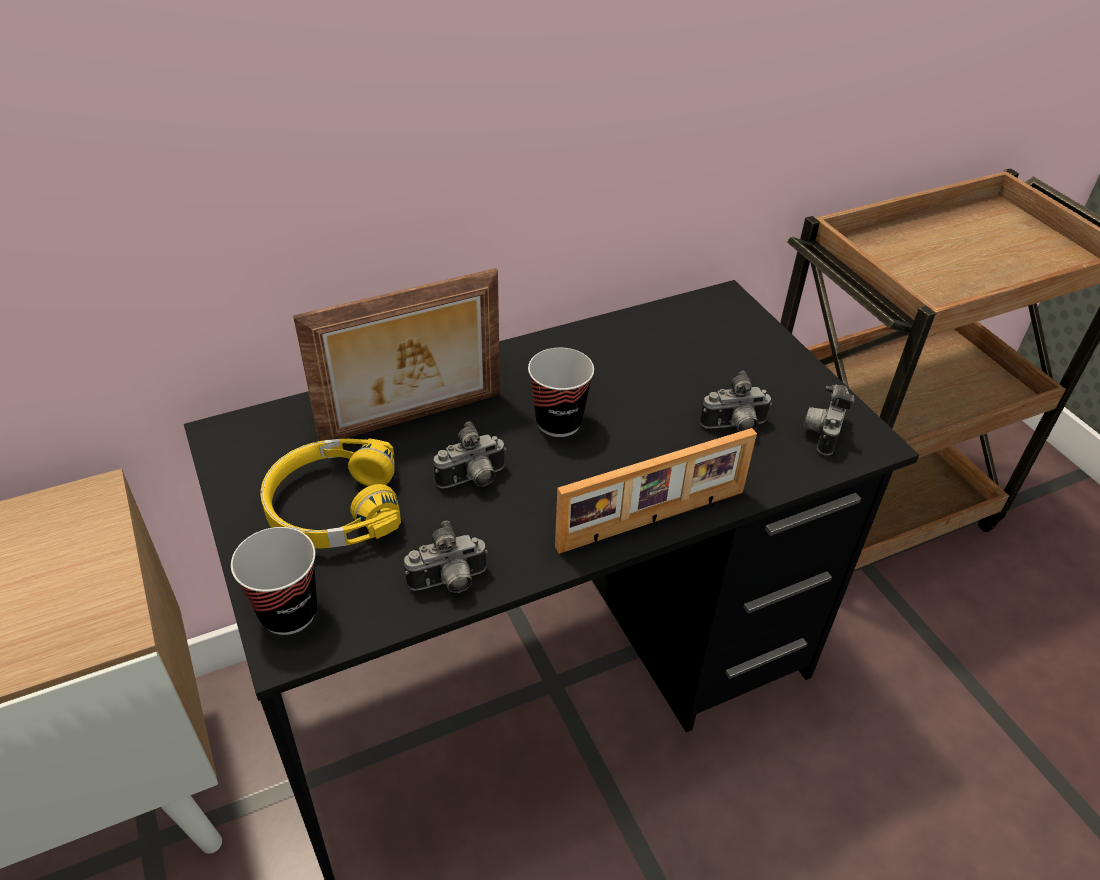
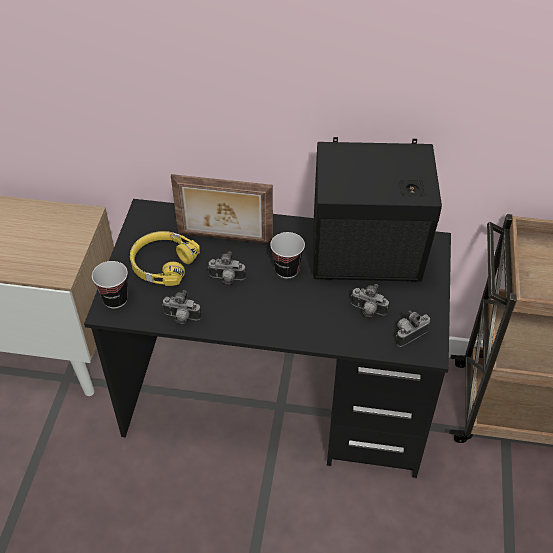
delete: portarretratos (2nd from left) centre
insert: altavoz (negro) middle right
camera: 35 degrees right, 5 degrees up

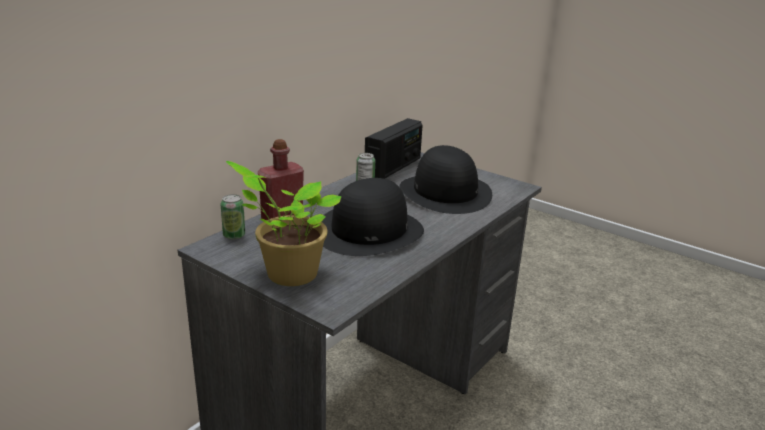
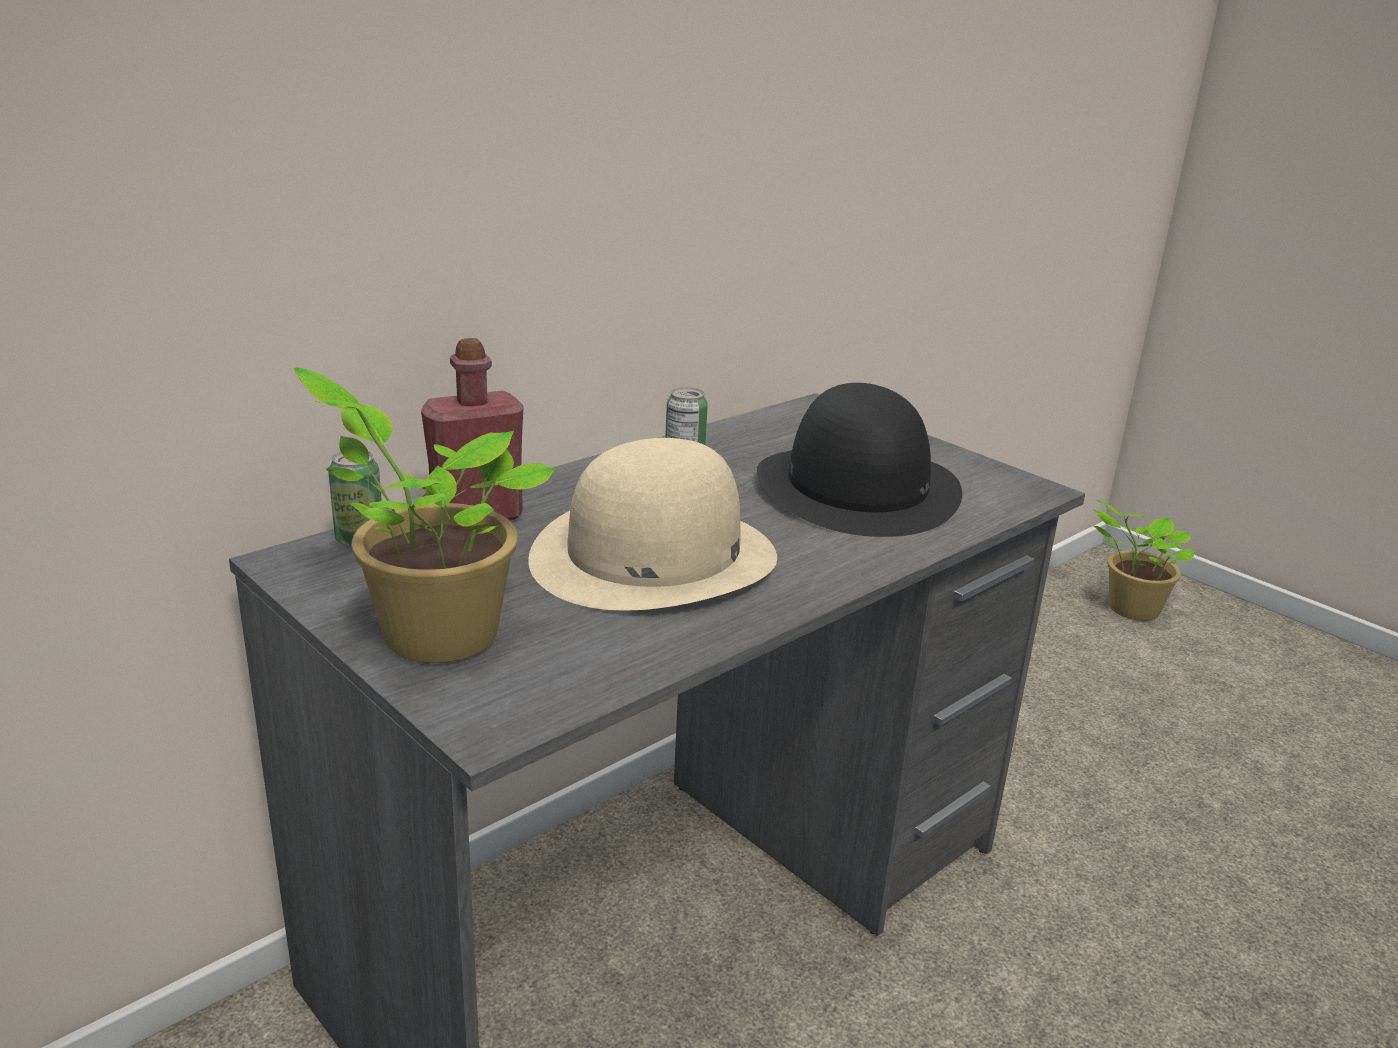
delete: radio centre
insert: planta en maceta (2nd from left) middle right
recolor: sombrero (negro) (1st from left) centre to sombrero (beis) centre
camera: 10 degrees right, 0 degrees up

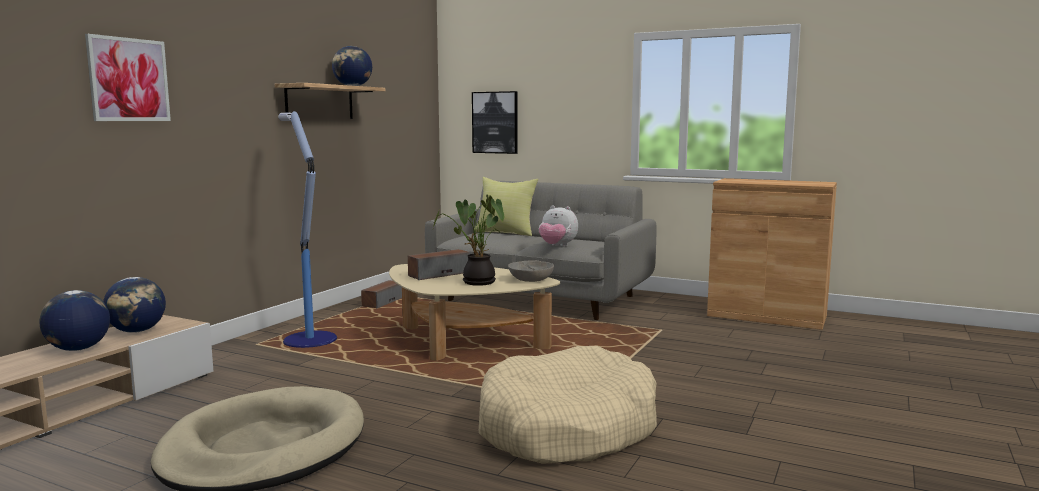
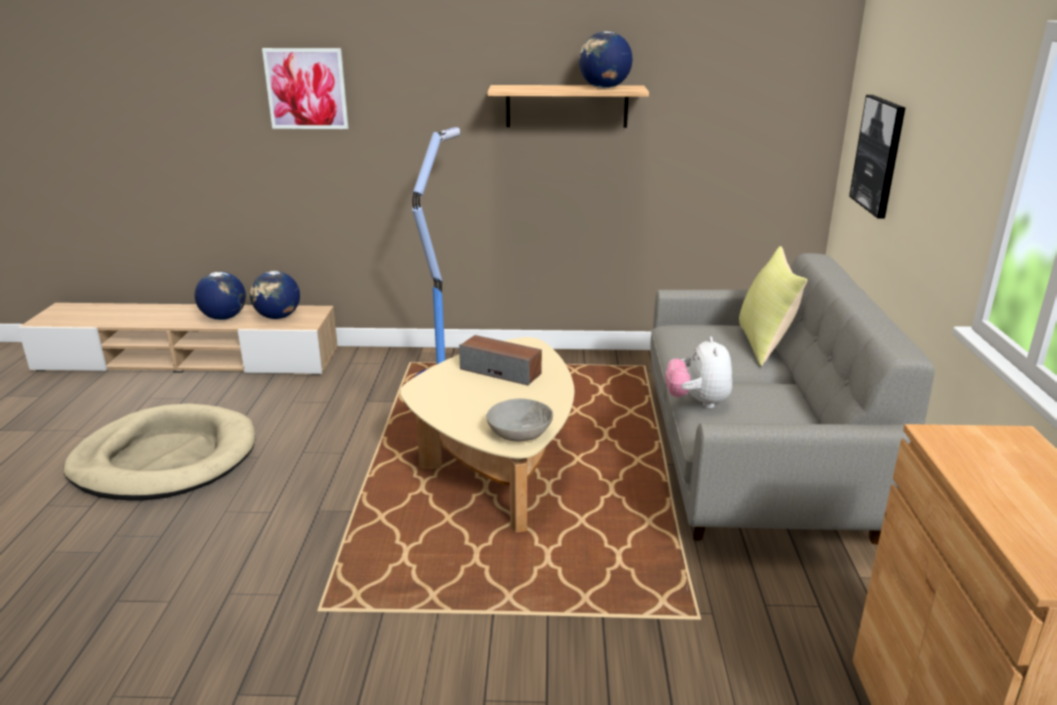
delete: altavoz (1st from left) centre; planta en maceta centre; cama para perro (beis) (2nd from left) bottom centre
camera: 65 degrees right, 15 degrees up

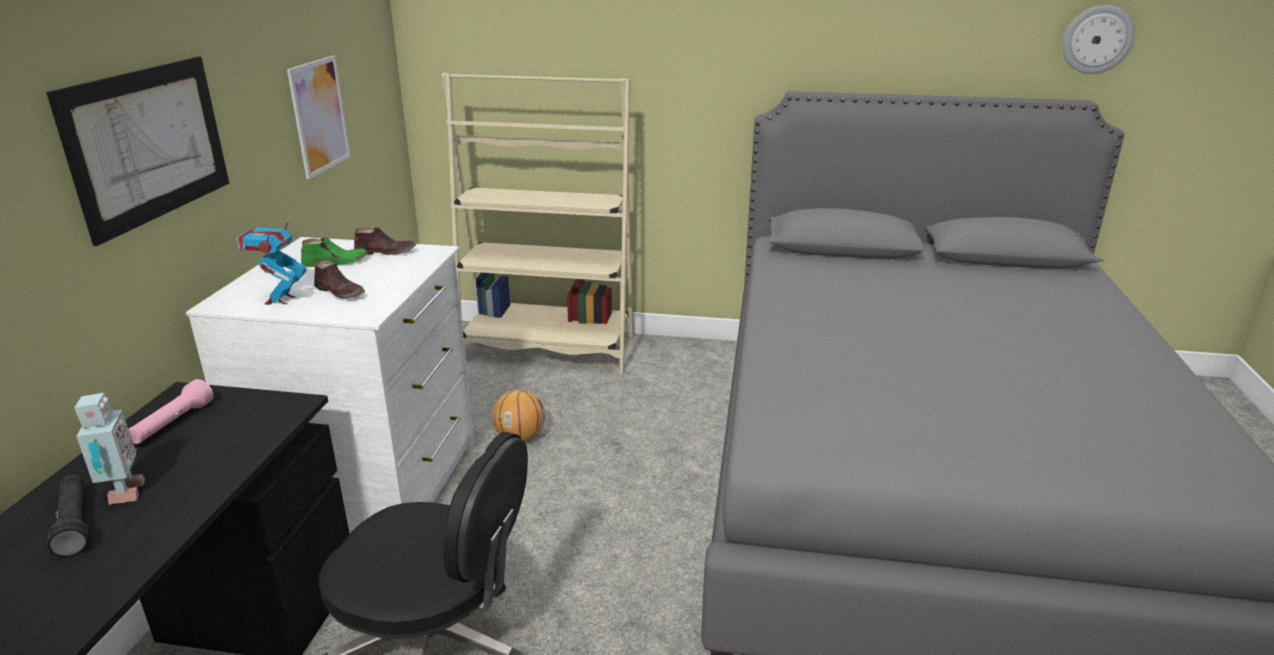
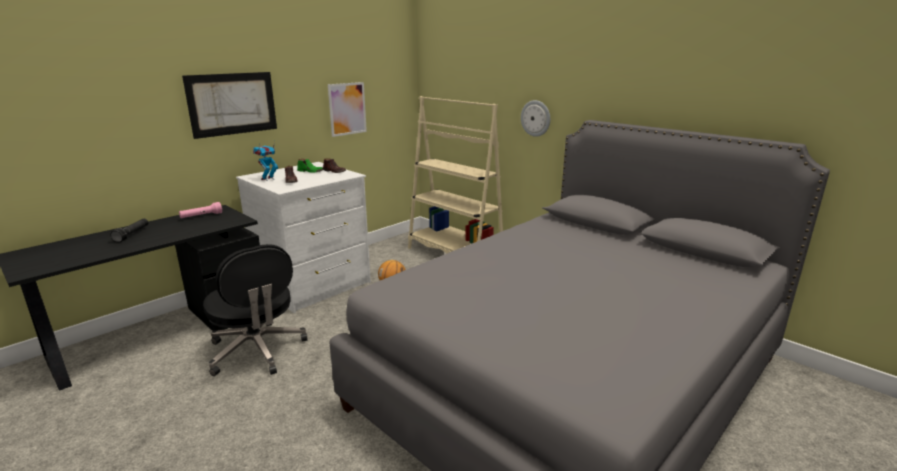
delete: robot de juguete (1st from left) bottom left
move: reloj de pared top right to top centre
camera: 35 degrees right, 5 degrees down

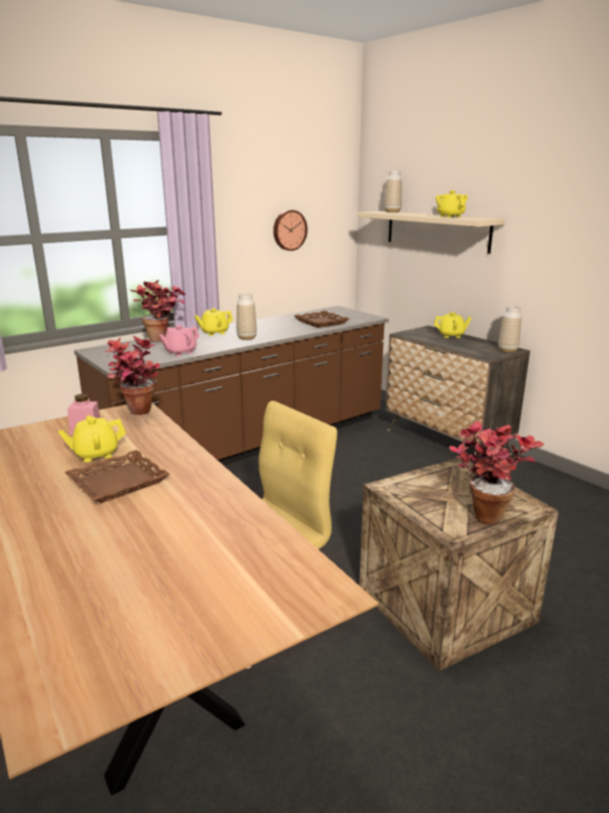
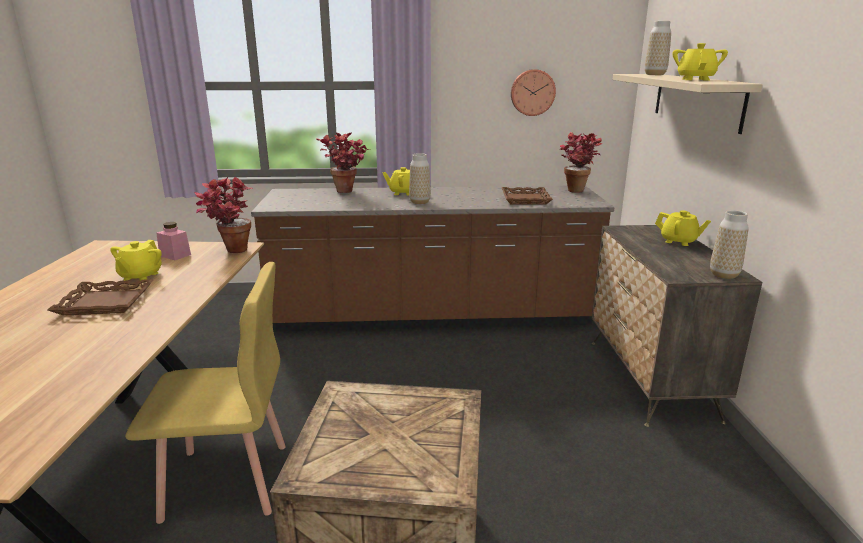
delete: tetera (rosa) middle left
move: planta en maceta (3rd from left) middle right to top right
rotate: tetera (amarillo) (1st from left) middle left = middle left 90 degrees counterclockwise
camera: 35 degrees right, 0 degrees up

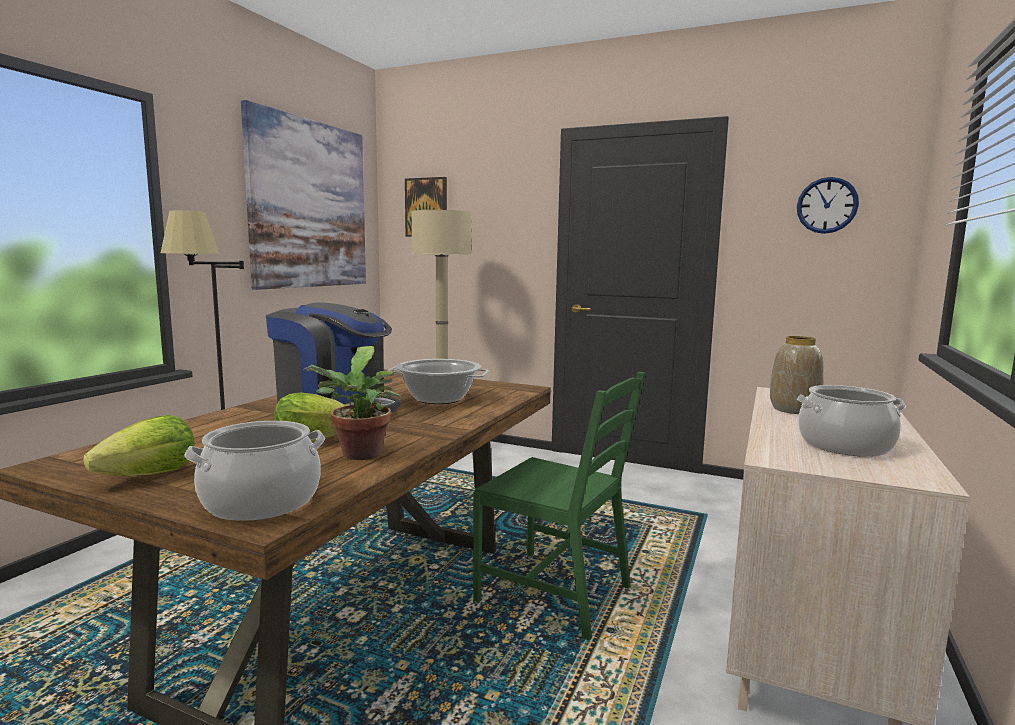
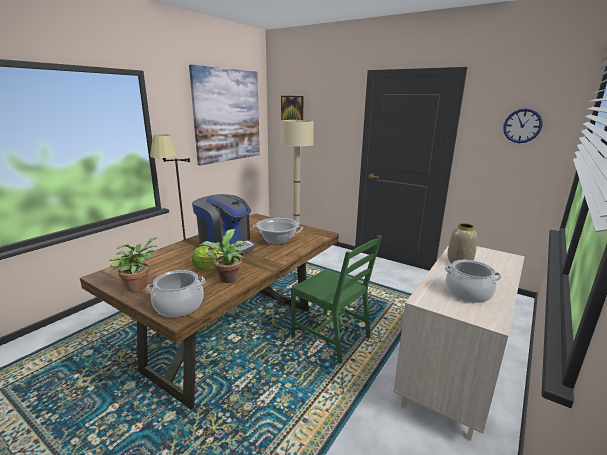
replace: lechuga (1st from left) middle left to planta en maceta (1st from left) middle left
camera: 10 degrees right, 10 degrees up

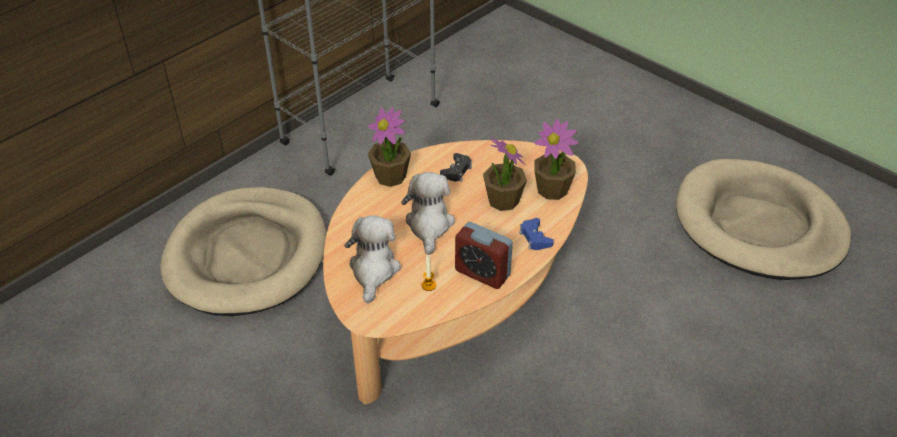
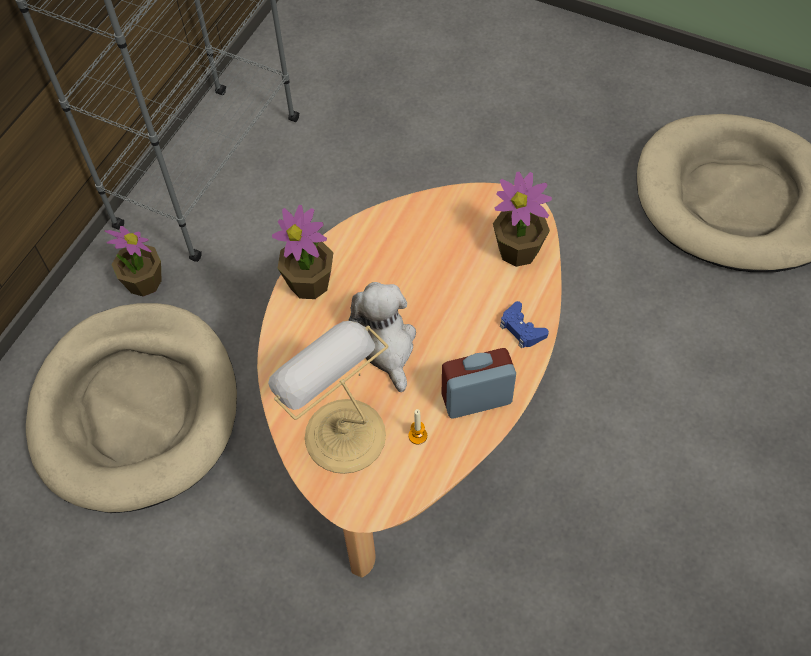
delete: mando de consola (negro) centre
move: planta en maceta (2nd from left in the first image) centre to planta en maceta (1st from left) middle left
replace: peluche (1st from left) centre to lámpara de mesa centre
rotate: despertador centre = centre 150 degrees clockwise
camera: 15 degrees left, 15 degrees up

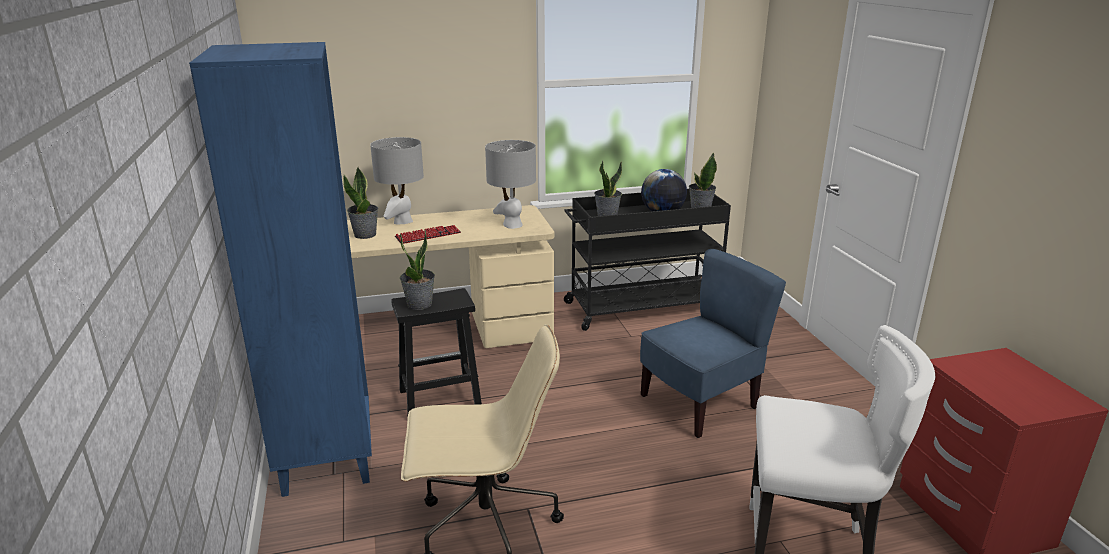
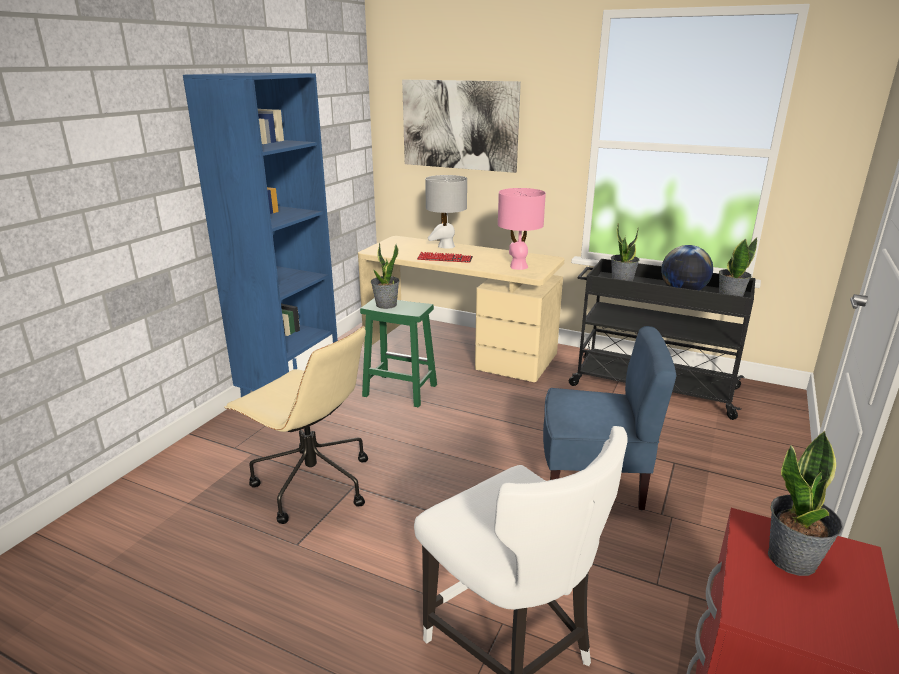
insert: cuadro top centre
move: planta en maceta (1st from left in the first image) middle left to planta en maceta (4th from left) bottom right
recolor: taburete (negro) centre to taburete (verde) centre; lámpara de mesa (gris) (2nd from left) top centre to lámpara de mesa (rosa) centre
camera: 40 degrees right, 0 degrees up

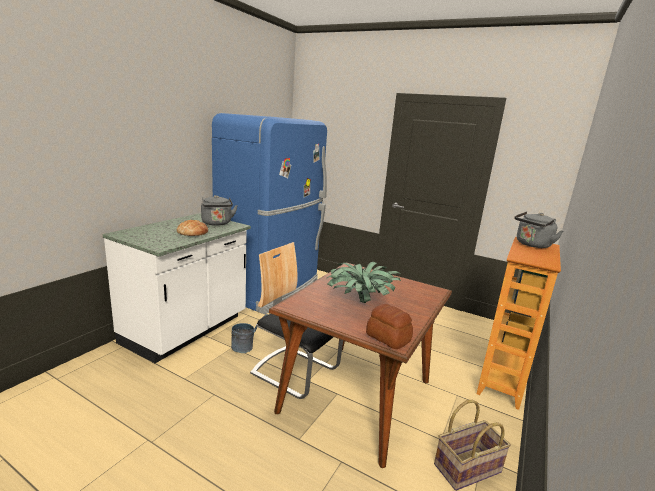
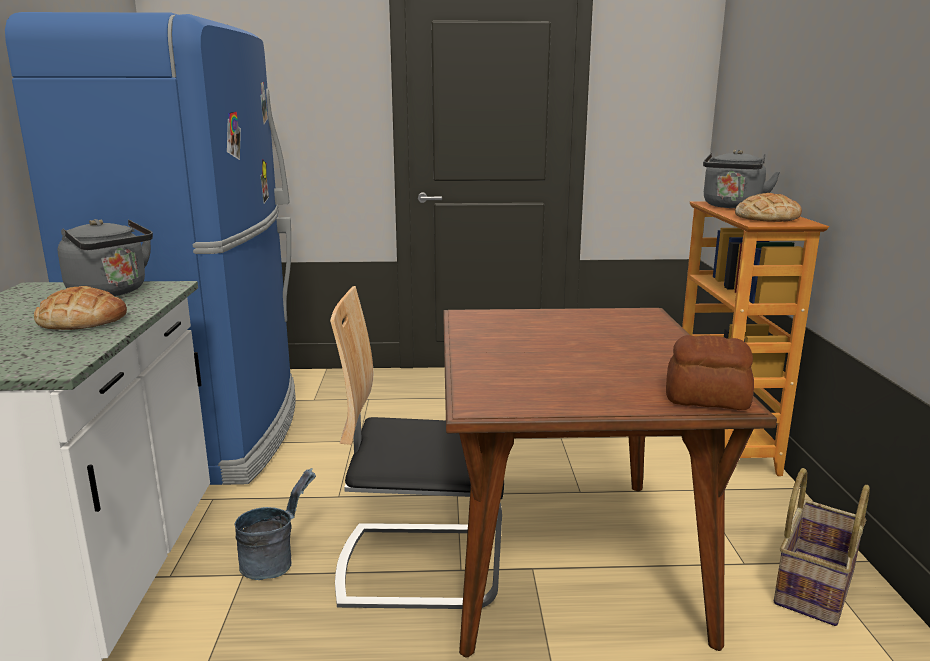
delete: planta en maceta centre
insert: pan (3rd from left) top right
camera: 30 degrees left, 0 degrees up

